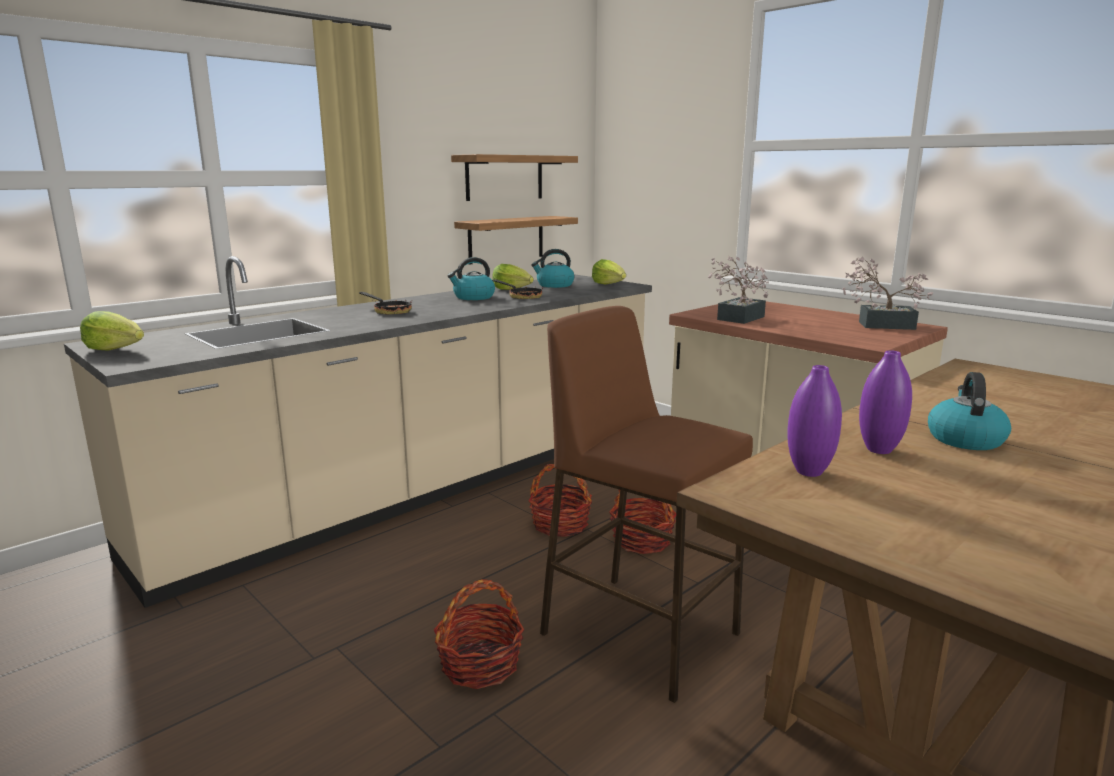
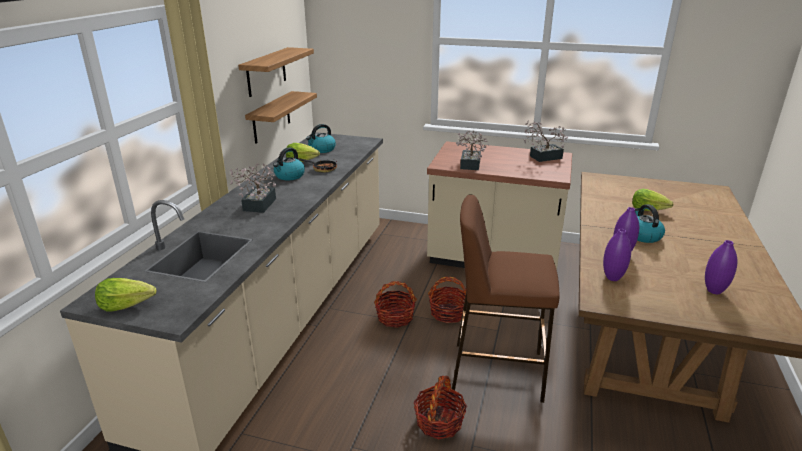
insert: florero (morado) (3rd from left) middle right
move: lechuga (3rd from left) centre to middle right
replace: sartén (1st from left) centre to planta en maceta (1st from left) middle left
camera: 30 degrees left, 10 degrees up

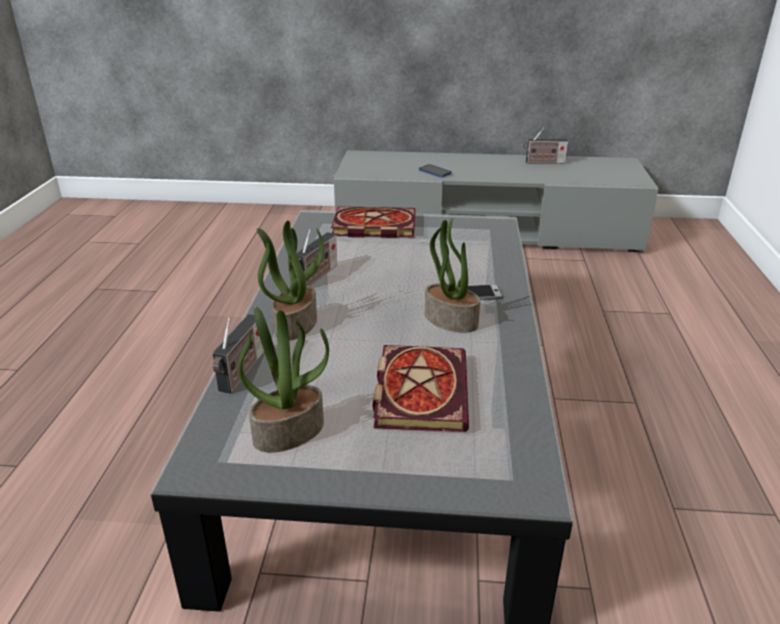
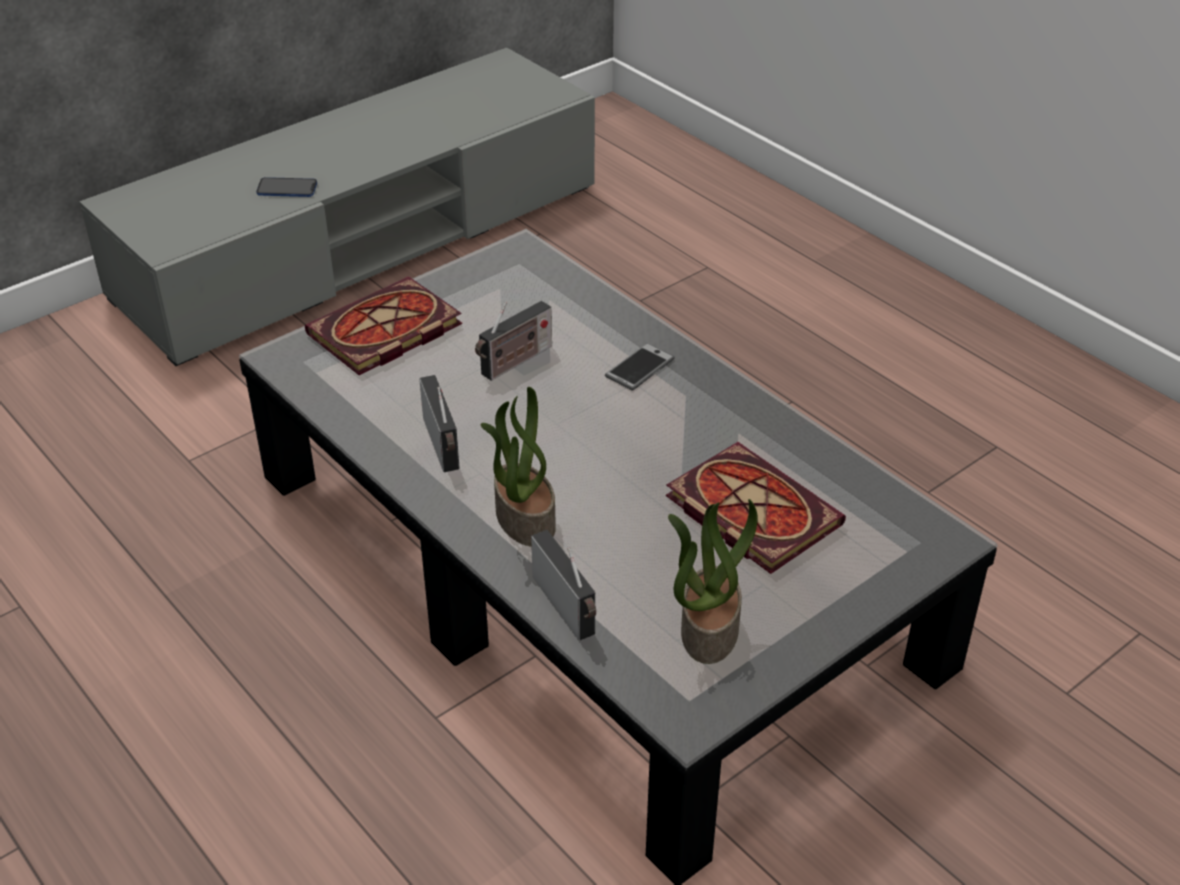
delete: planta en maceta (3rd from left) centre
move: radio (3rd from left in the first image) top right to radio (2nd from left) centre
camera: 45 degrees left, 10 degrees up

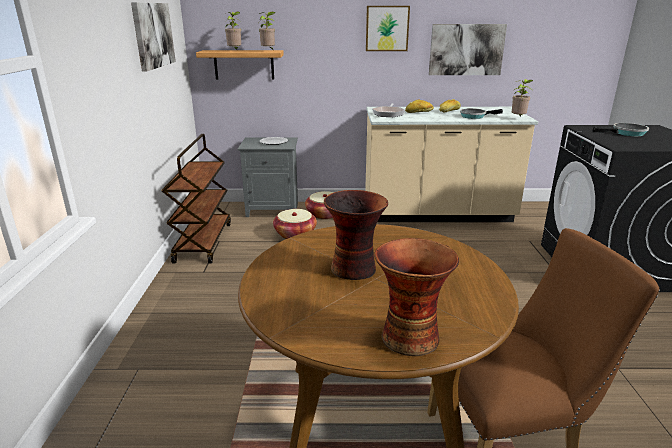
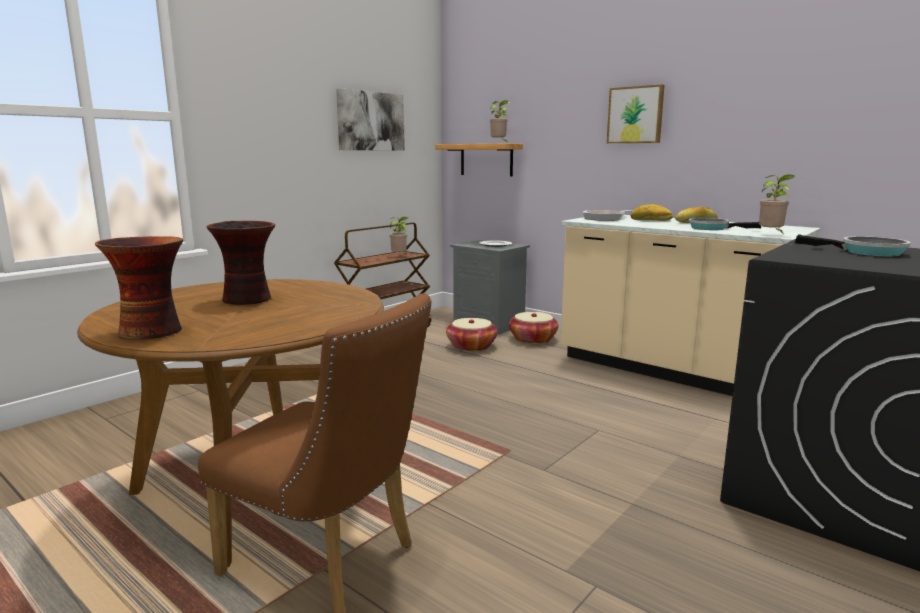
delete: cuadro (3rd from left) top right
move: planta en maceta (1st from left) top centre to centre
camera: 40 degrees right, 10 degrees down

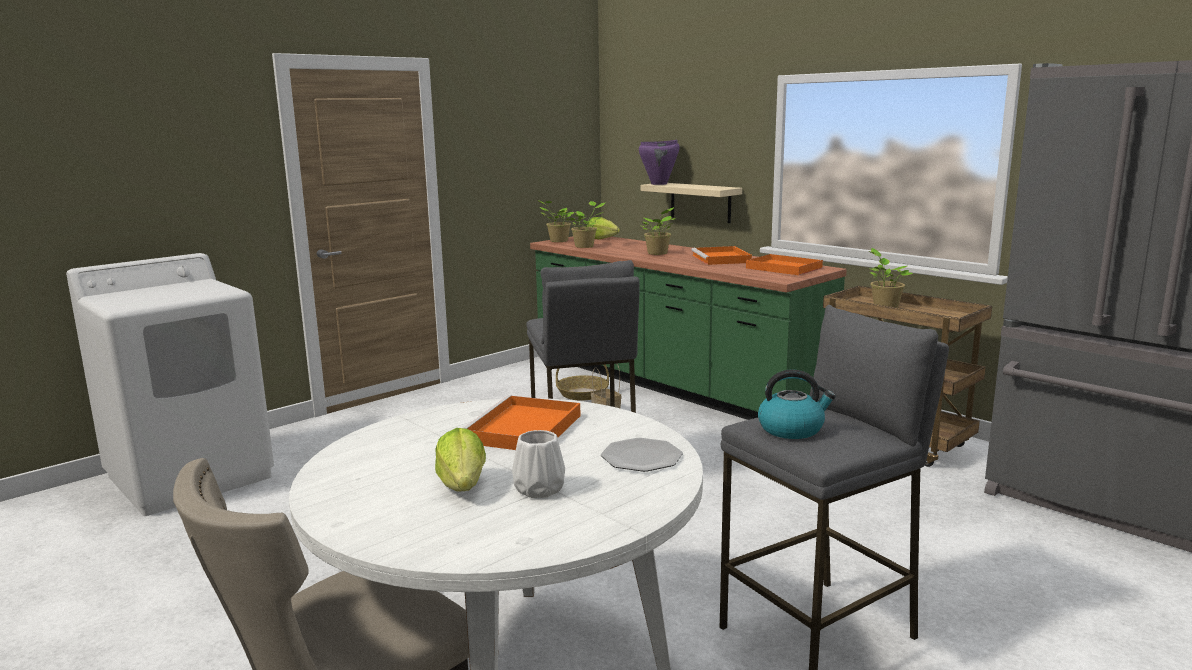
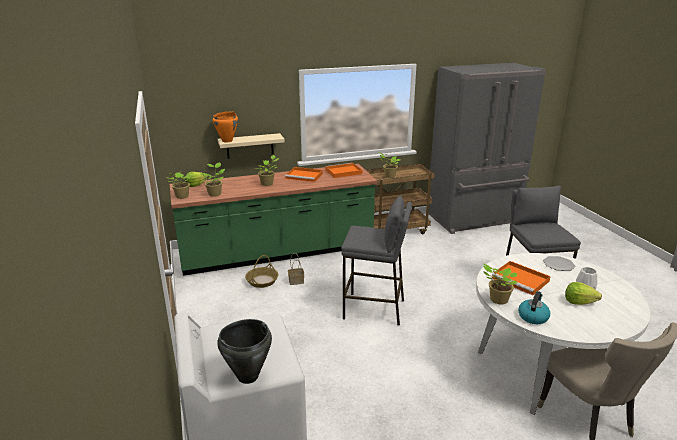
insert: olla (negro) bottom centre; planta en maceta (5th from left) middle right
move: hervidor middle right to bottom right
recolor: olla (morado) top centre to olla (naranja) top left
camera: 65 degrees left, 10 degrees up

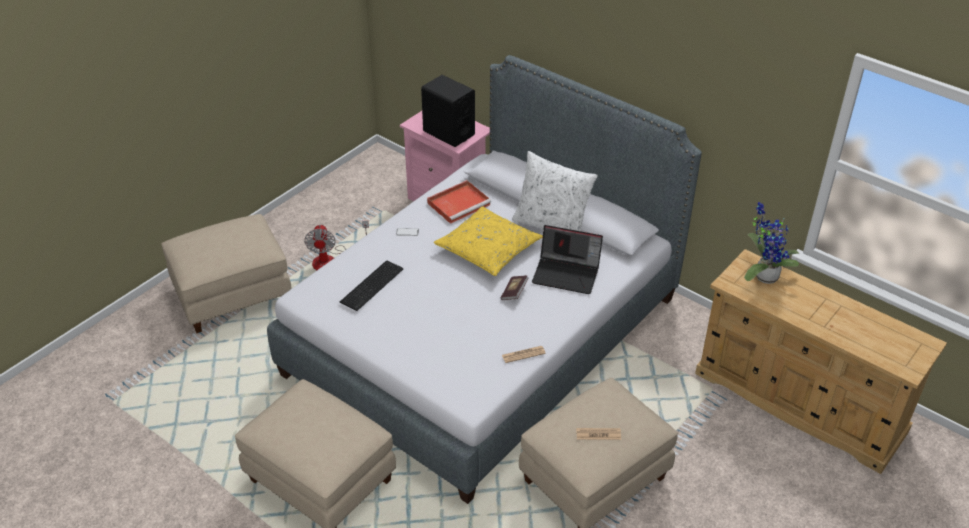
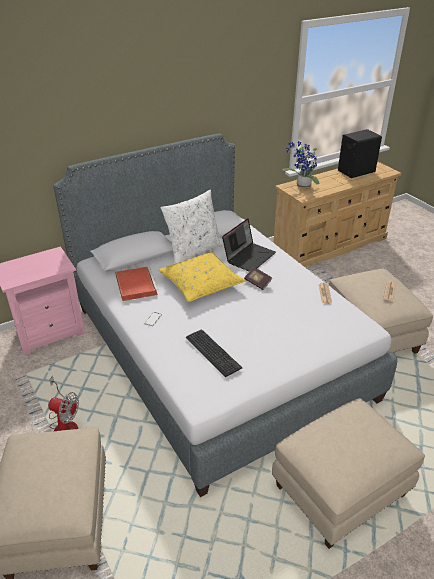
move: altavoz (negro) top centre to top right
camera: 70 degrees left, 5 degrees down

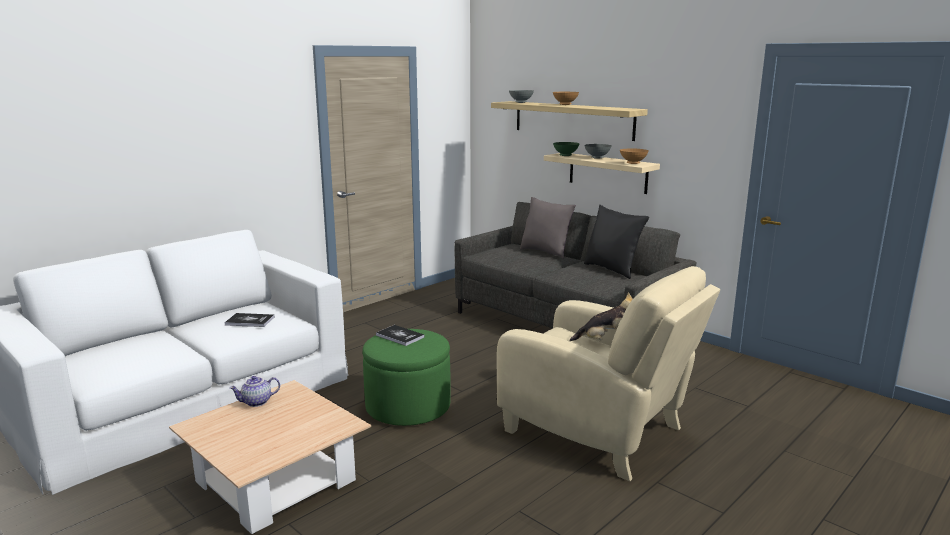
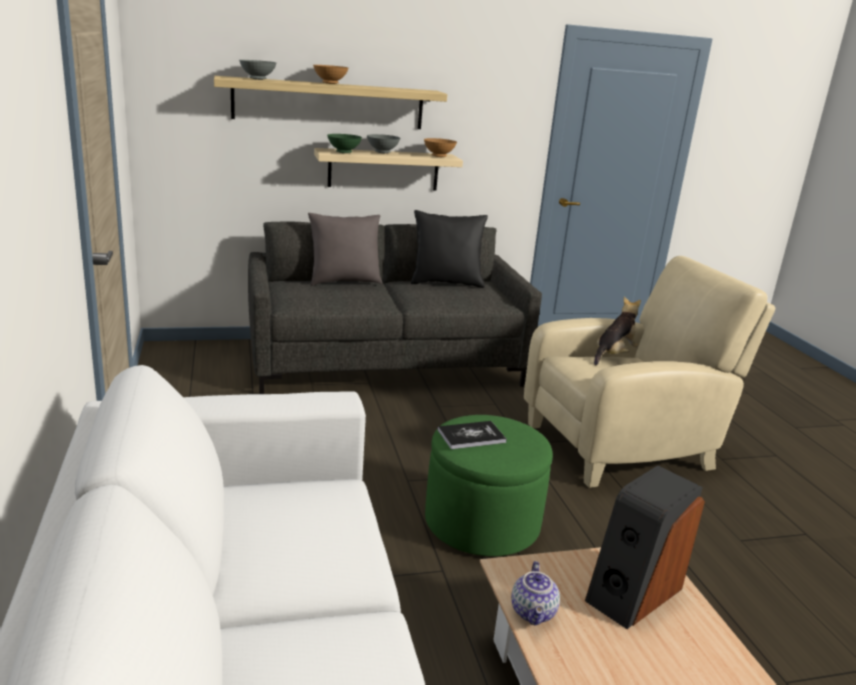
delete: libro (1st from left) middle left
insert: altavoz bottom right
camera: 60 degrees left, 5 degrees up

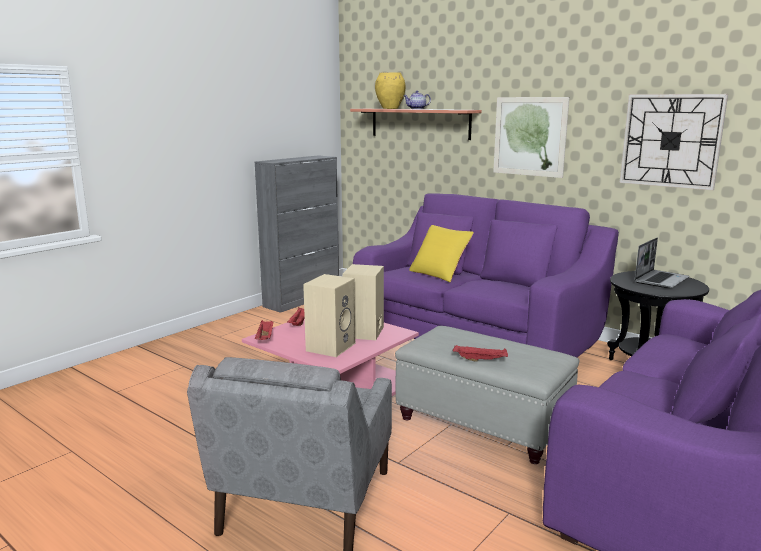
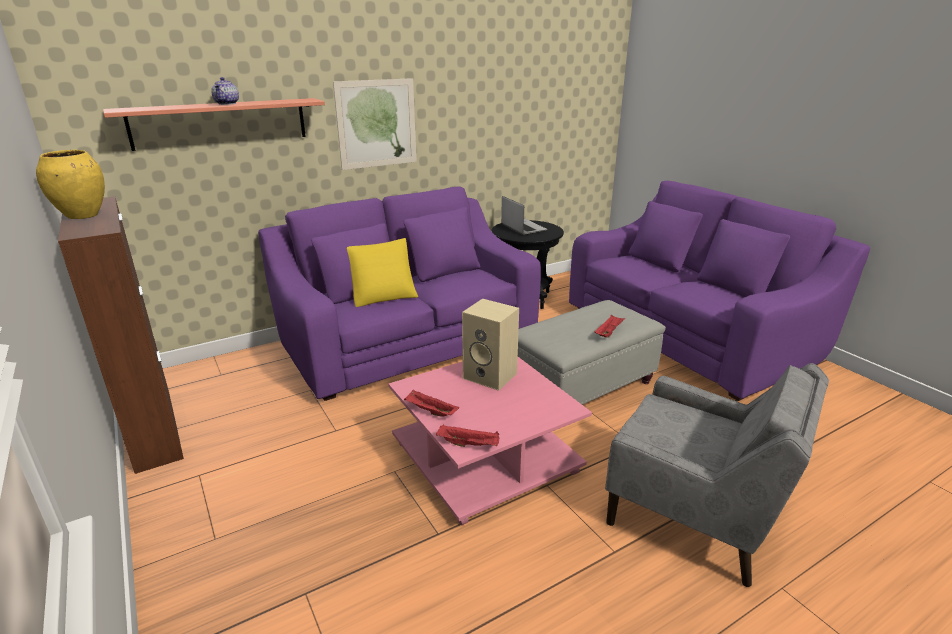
delete: altavoz (beis) (1st from left) centre; reloj de pared top right
move: florero (amarillo) top centre to top left
recolor: armario (gris) centre to armario (marrón) middle left
camera: 70 degrees left, 10 degrees up

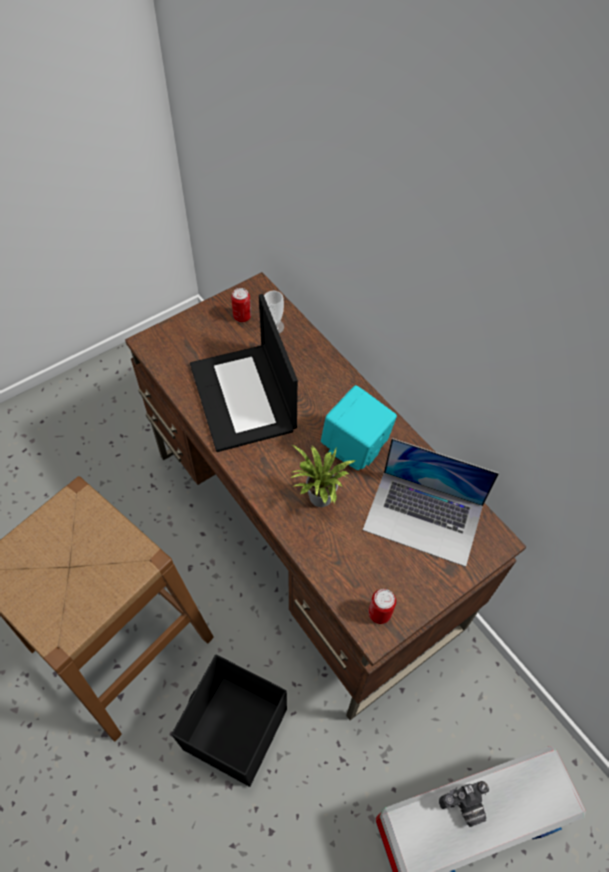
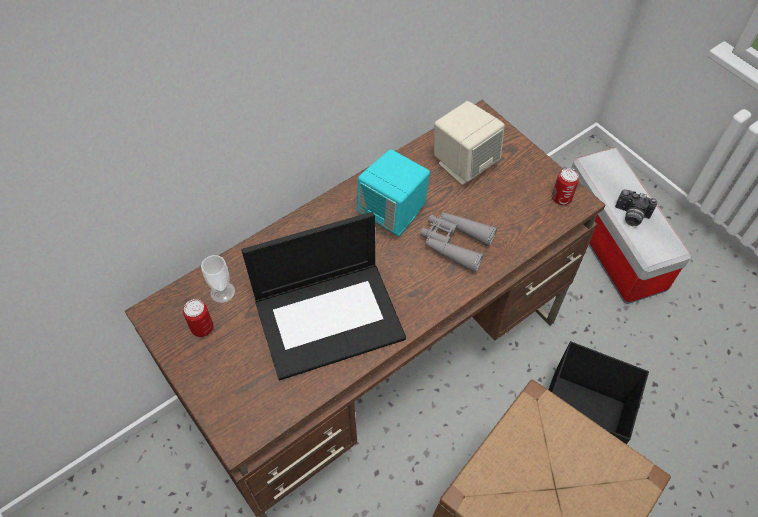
replace: planta en maceta centre to prismáticos (gris) centre; portátil (2nd from left) middle right to altavoz (beis) top centre
rotate: cámara bottom right = middle right 135 degrees clockwise
camera: 90 degrees left, 0 degrees up

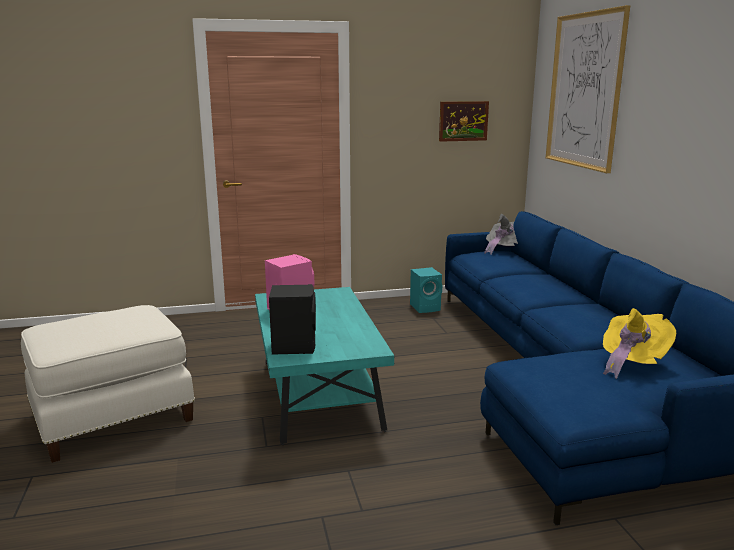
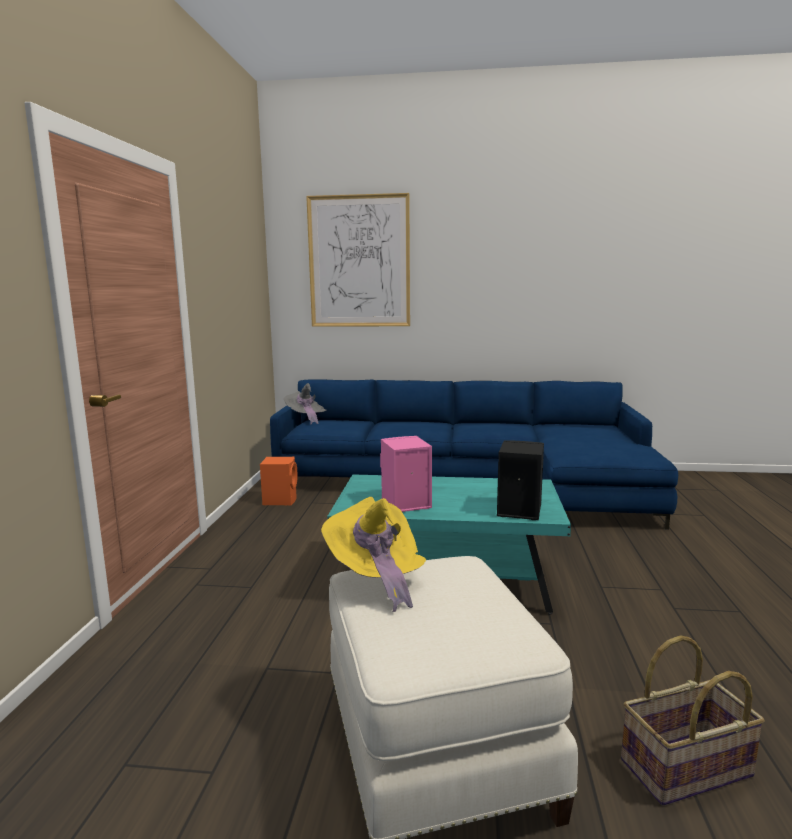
delete: cuadro (1st from left) top centre
insert: cesta bottom right
move: sombrero (amarillo) middle right to centre
recolor: altavoz (turquesa) centre to altavoz (naranja) centre
camera: 70 degrees left, 5 degrees down

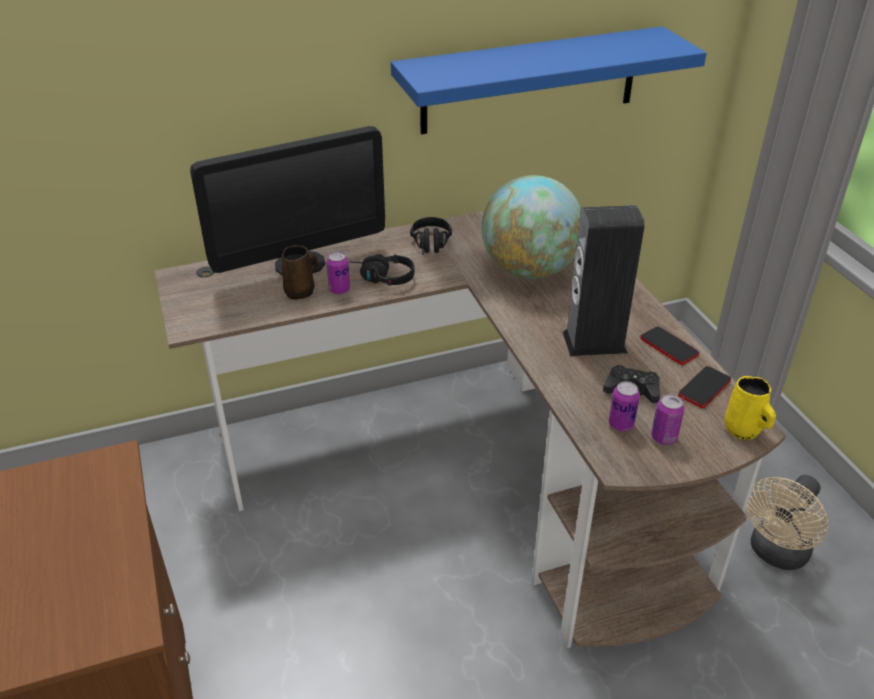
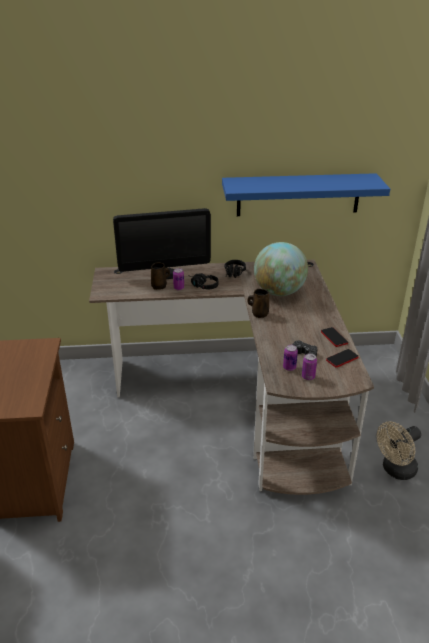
delete: altavoz middle right; taza grande (amarillo) middle right
insert: taza grande (marrón) (2nd from left) centre
camera: 15 degrees right, 5 degrees down

